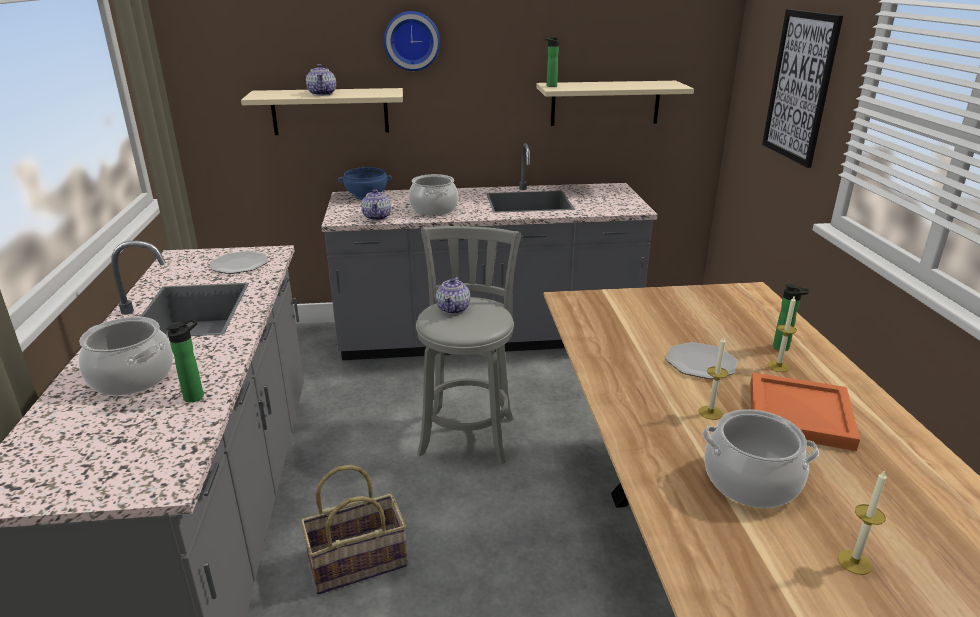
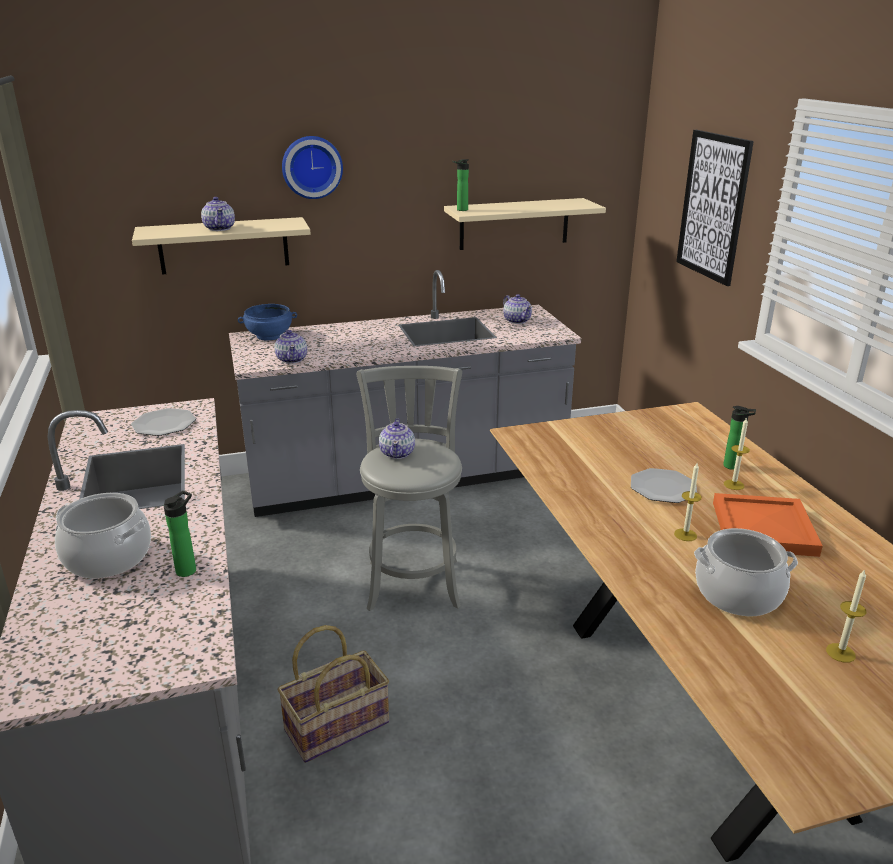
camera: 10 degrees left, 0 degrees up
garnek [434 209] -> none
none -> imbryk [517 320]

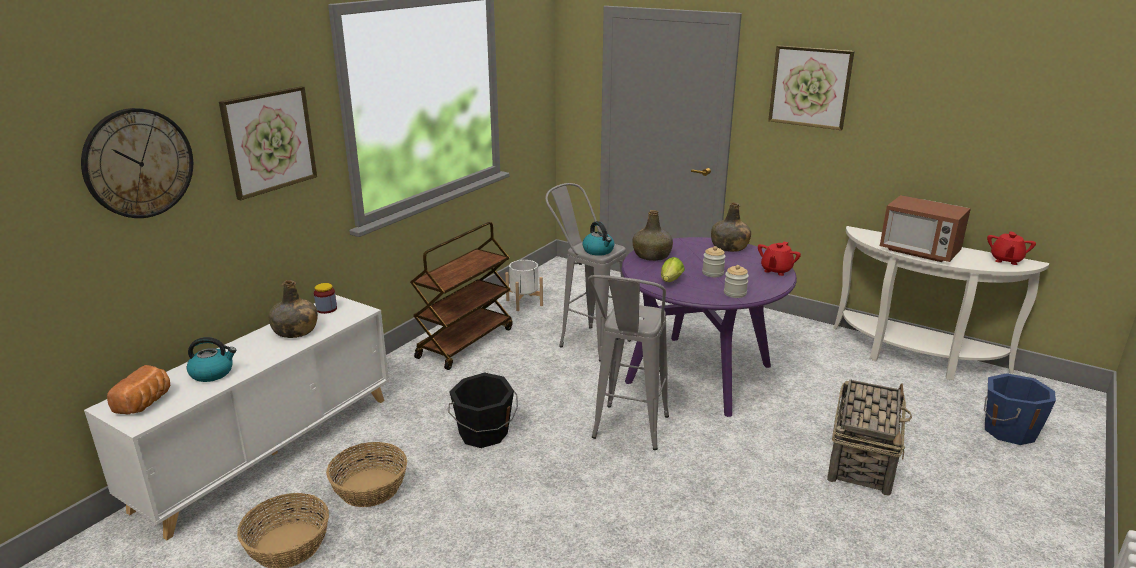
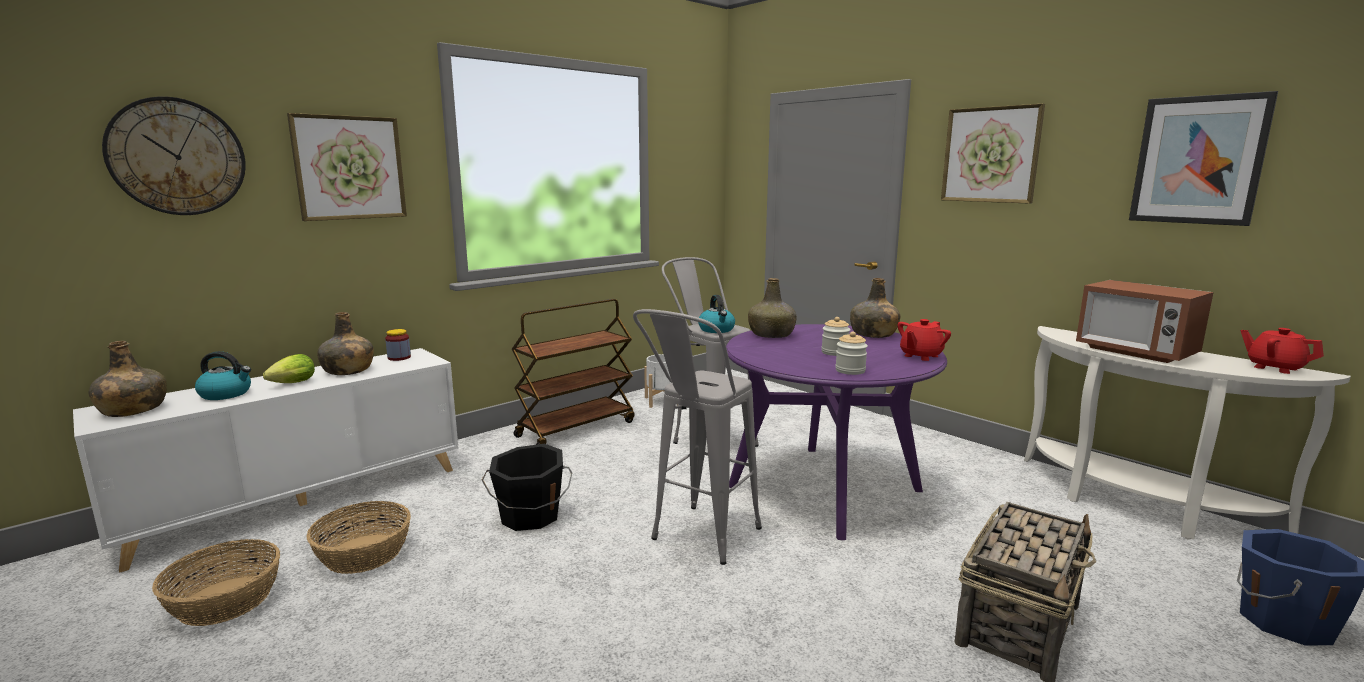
camera: 15 degrees right, 10 degrees down
chleb [146 403] -> butelka [zielony] [132 410]
sałata [670 282] -> sałata [290 384], moved
imbryk [czerwony] [1006 260] -> imbryk [czerwony] [1274 368], 105 degrees clockwise
none -> obraz [1198 160]

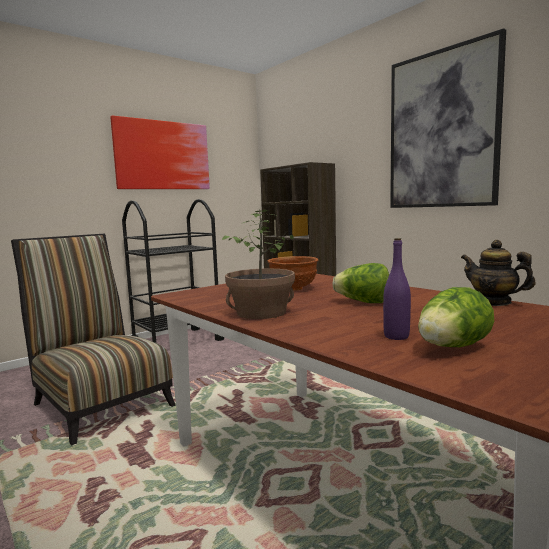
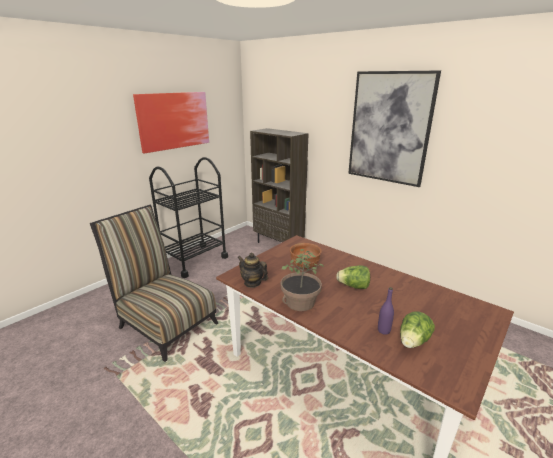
camera: 10 degrees left, 15 degrees up
imbryk [494 302] -> imbryk [252 283], moved

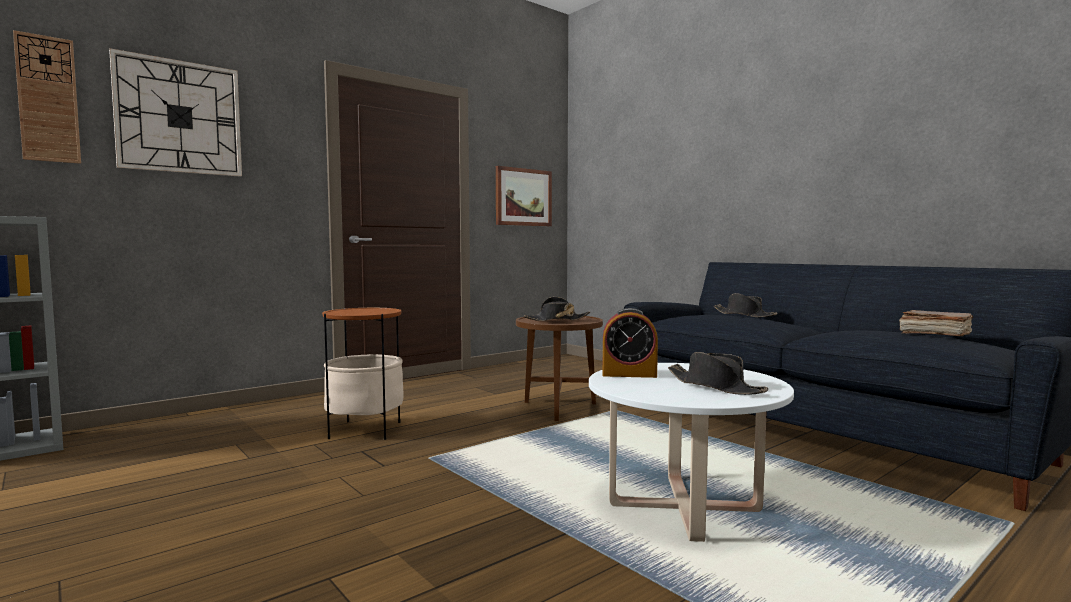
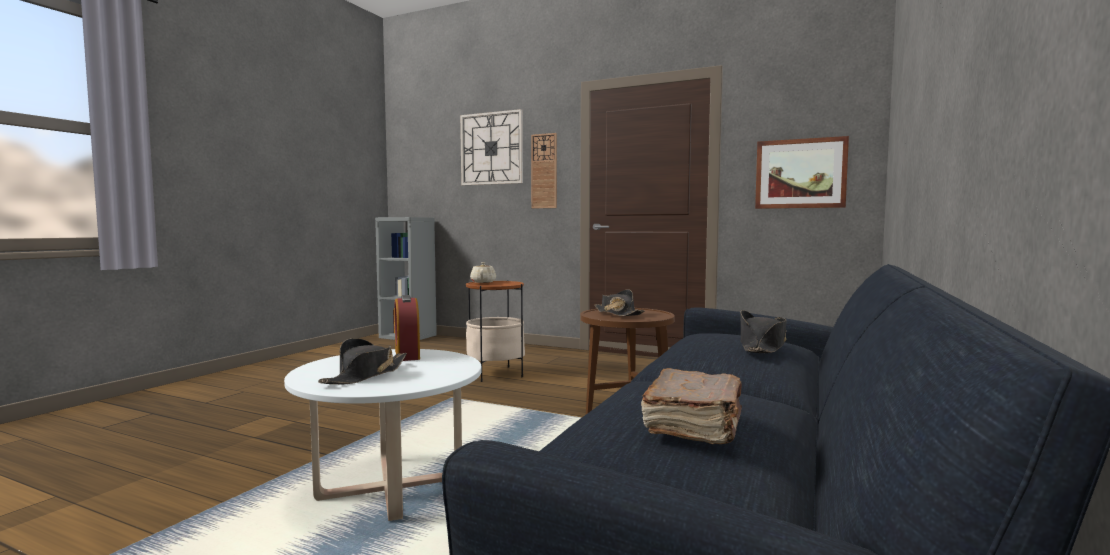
camera: 65 degrees right, 0 degrees up
zegar ścienny [48 99] -> zegar ścienny [544 171], moved
none -> imbryk [beżowy] [483 282]

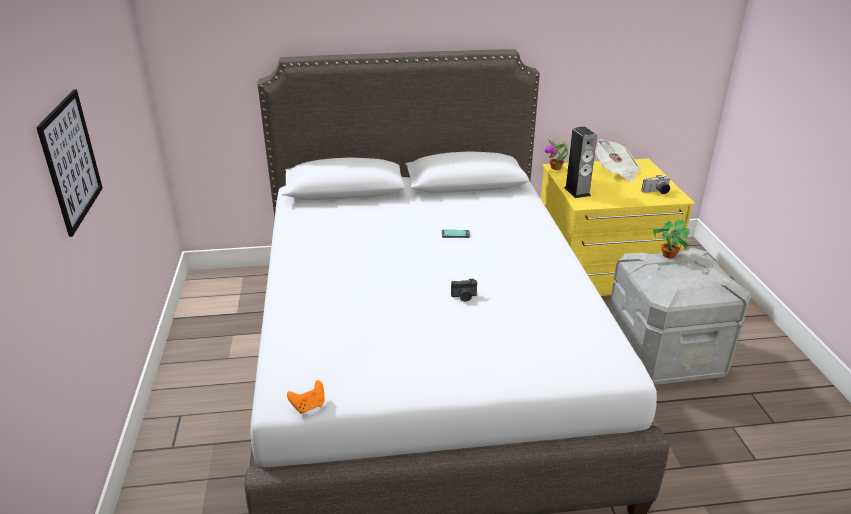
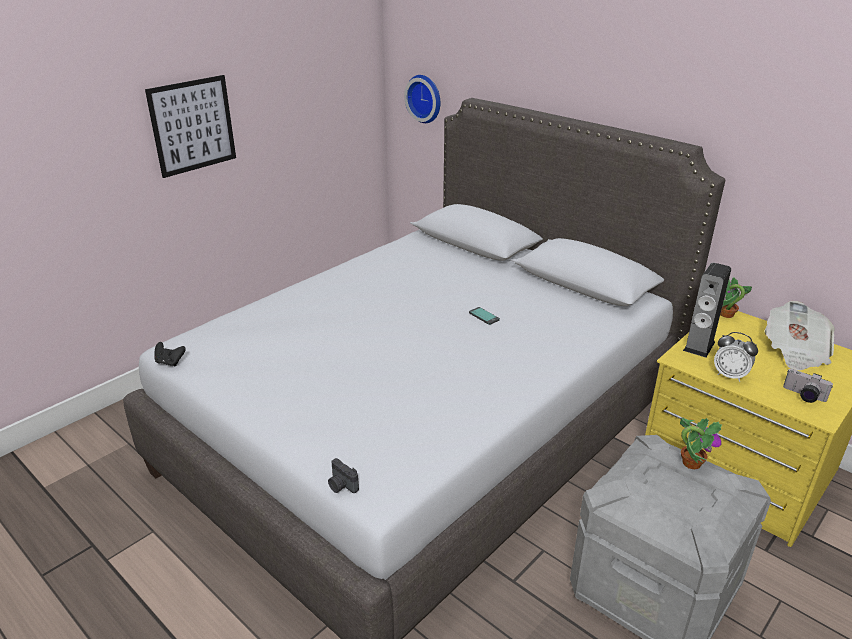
camera: 50 degrees right, 0 degrees up
pad do gier [pomarańczowy] [308 406] -> pad do gier [czarny] [170 362]
aparat fotograficzny [464 297] -> aparat fotograficzny [341 486], moved
none -> zegar ścienny [425 98]
none -> budzik [730 375]

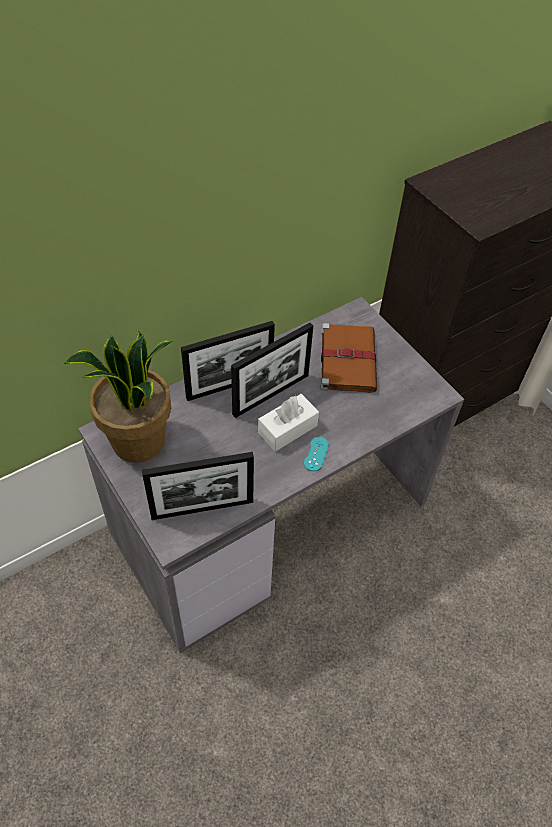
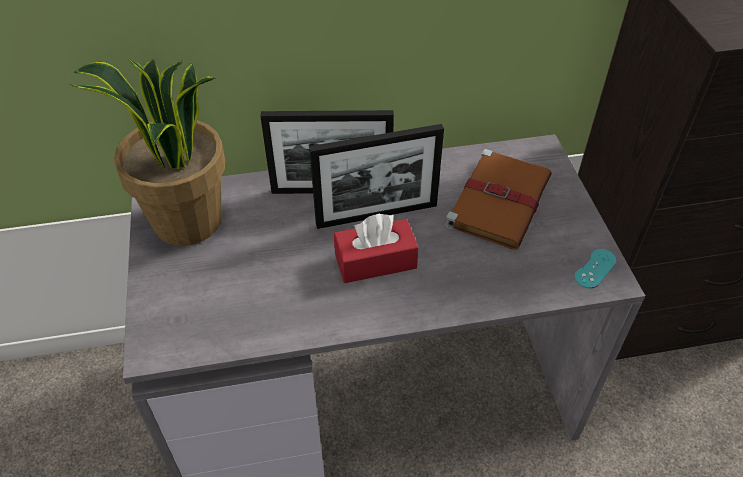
camera: 25 degrees right, 5 degrees down
ramka na zdjęcie [202 508] -> none
pudełko chusteczek [biały] [287 429] -> pudełko chusteczek [czerwony] [375 261]
pad do gier [turkusowy] [316 454] -> pad do gier [turkusowy] [595 268], moved

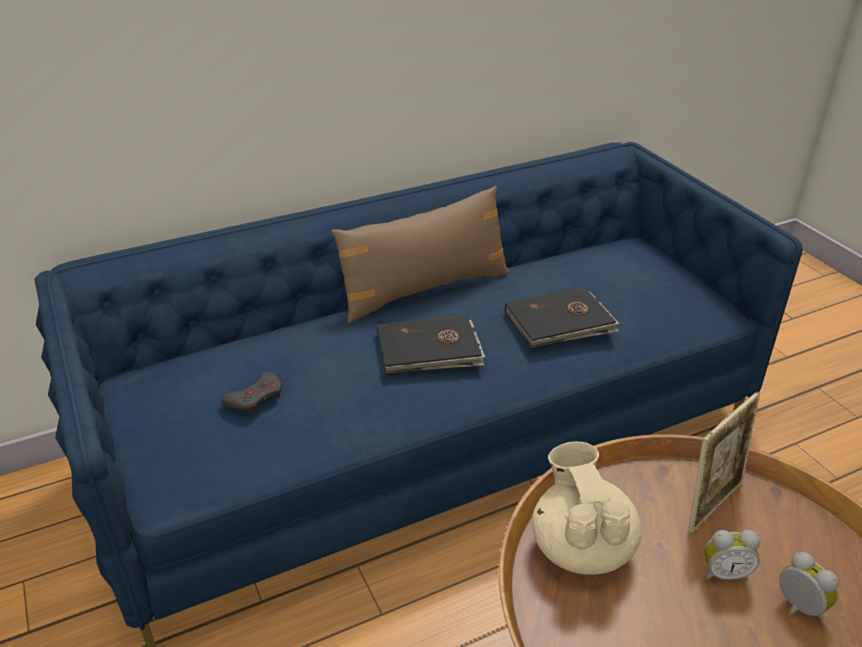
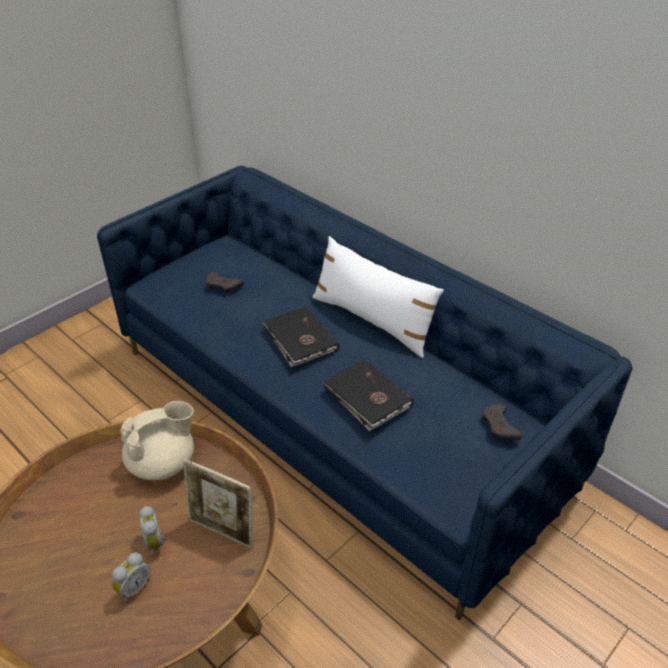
camera: 70 degrees right, 5 degrees up
poduszka [brązowy] [424 289] -> poduszka [biały] [372 320]
none -> pad do gier [szary] [499 426]

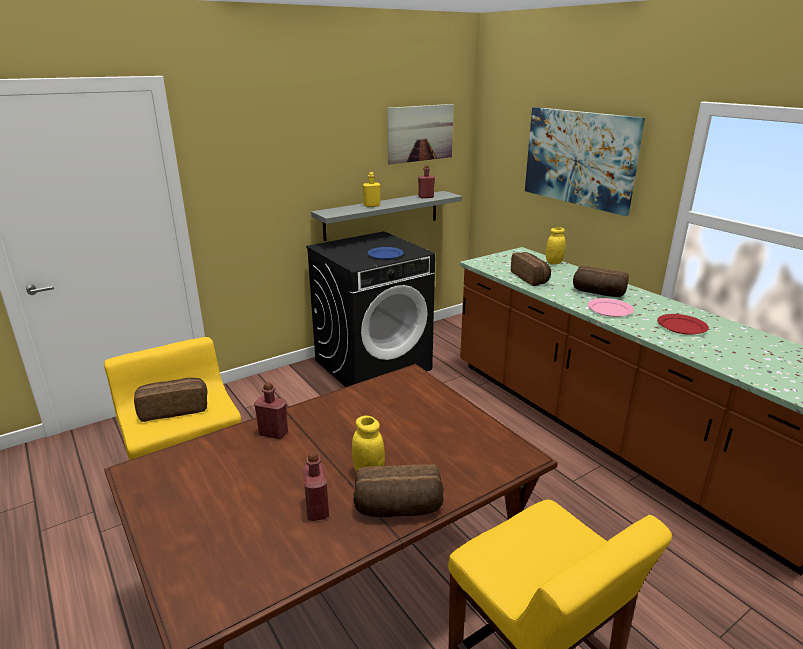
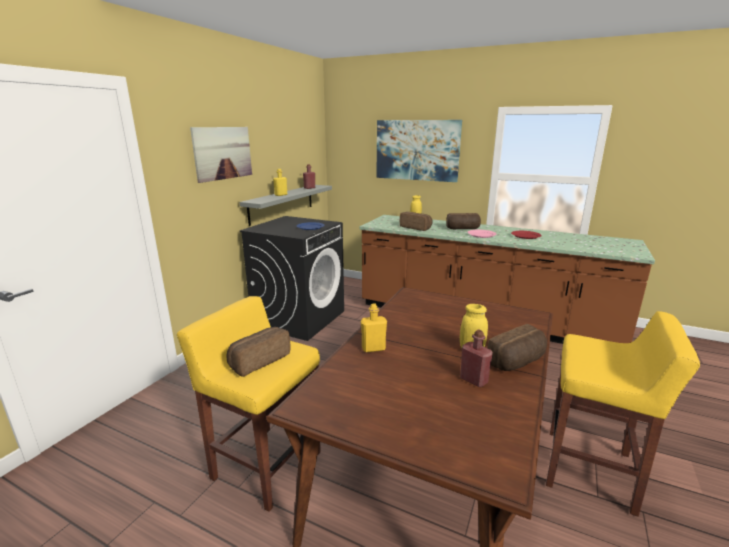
camera: 30 degrees left, 5 degrees down
butelka [czerwony] [273 433] -> butelka [żółty] [373 348]
obraz [420 133] -> obraz [223 153], moved

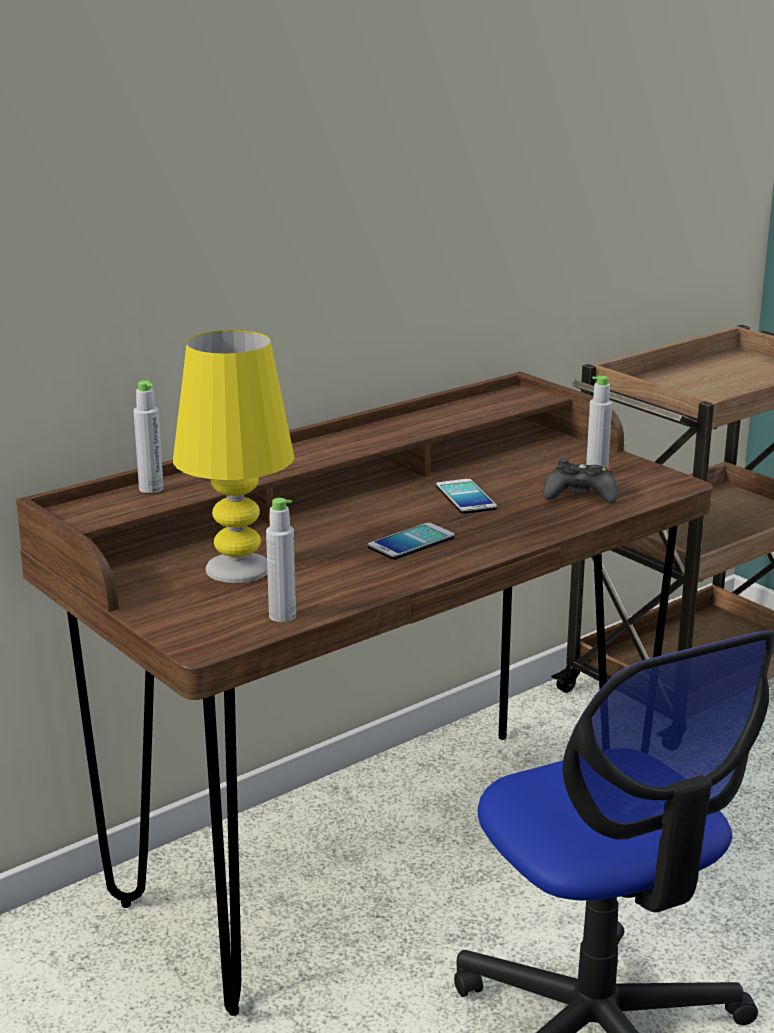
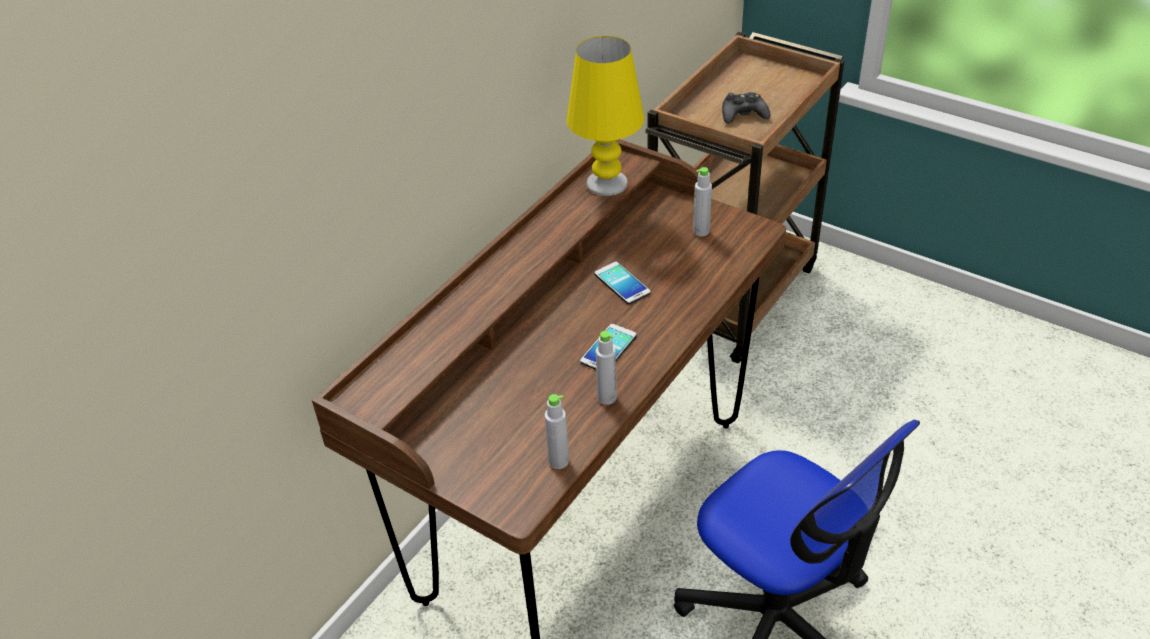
camera: 15 degrees left, 20 degrees up
butelka [szary] [151 489] -> butelka [szary] [607 397], moved
lampa stołowa [żółty] [239 569] -> lampa stołowa [żółty] [607 183], moved
pad do gier [czarny] [580 495] -> pad do gier [czarny] [743 114], moved

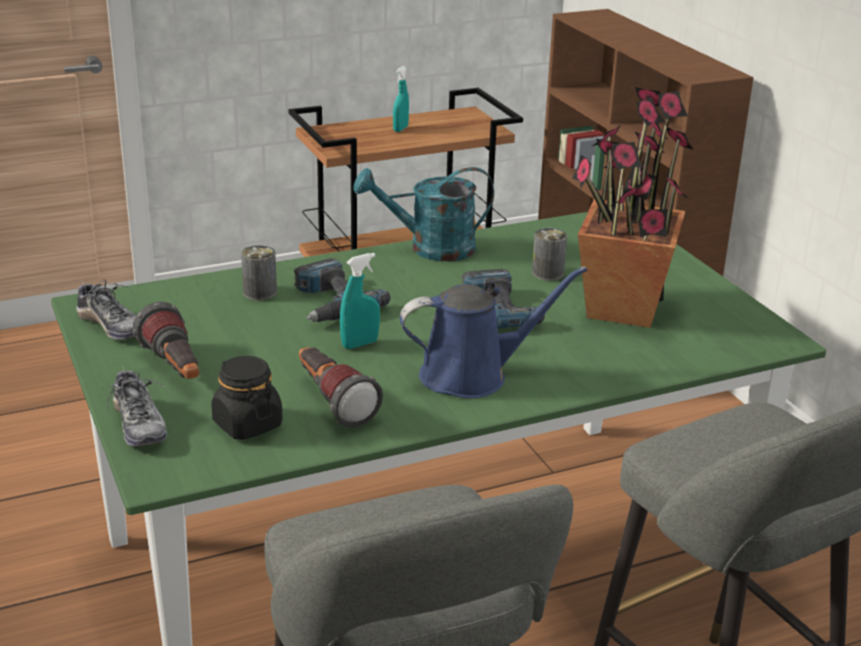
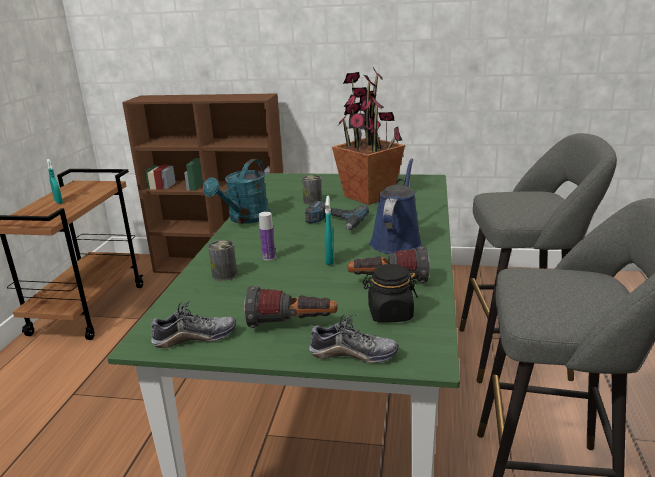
camera: 55 degrees left, 5 degrees down
wiertarka [330 302] -> butelka [269 257]

